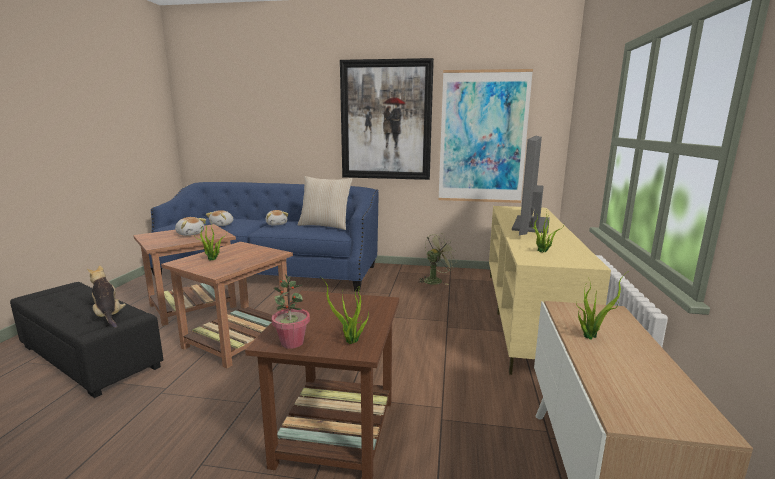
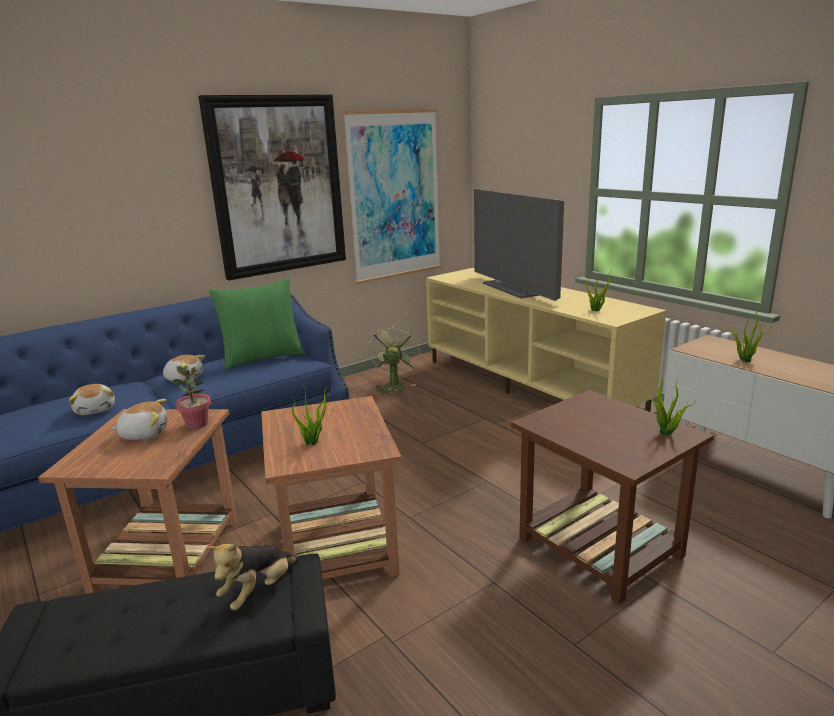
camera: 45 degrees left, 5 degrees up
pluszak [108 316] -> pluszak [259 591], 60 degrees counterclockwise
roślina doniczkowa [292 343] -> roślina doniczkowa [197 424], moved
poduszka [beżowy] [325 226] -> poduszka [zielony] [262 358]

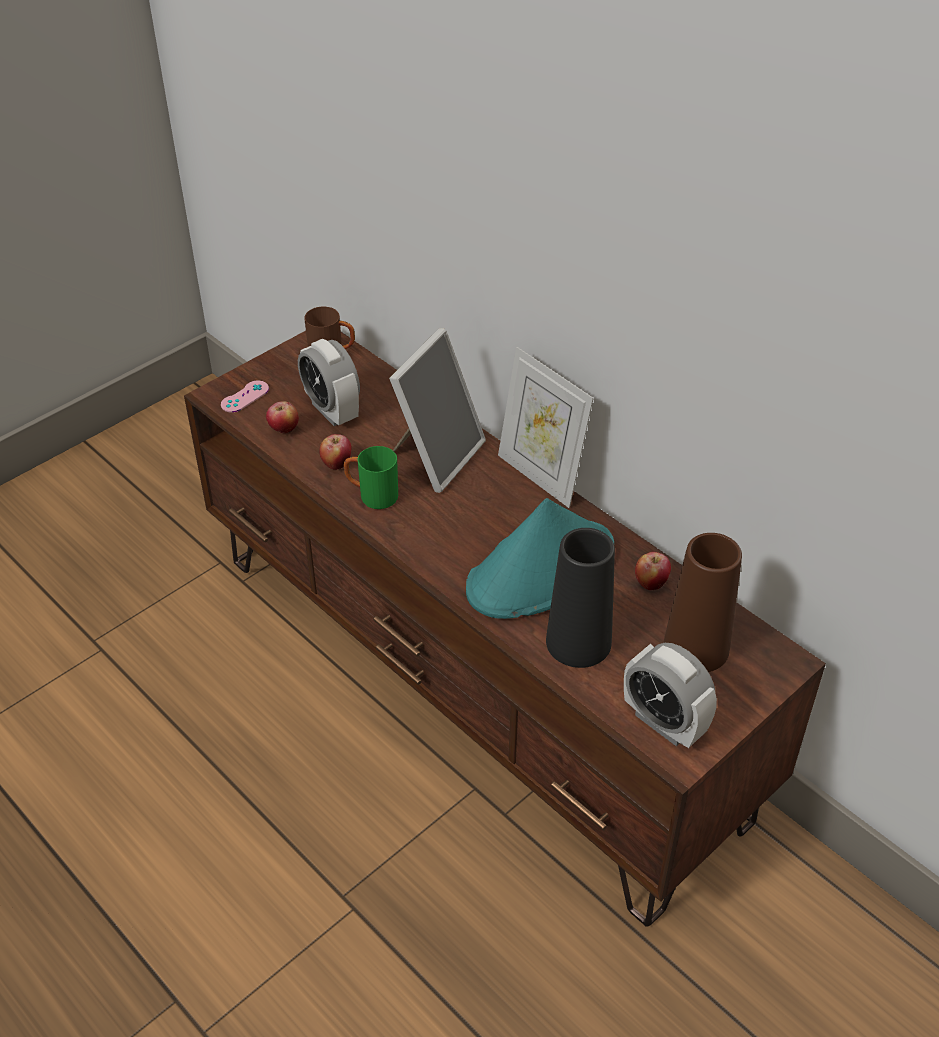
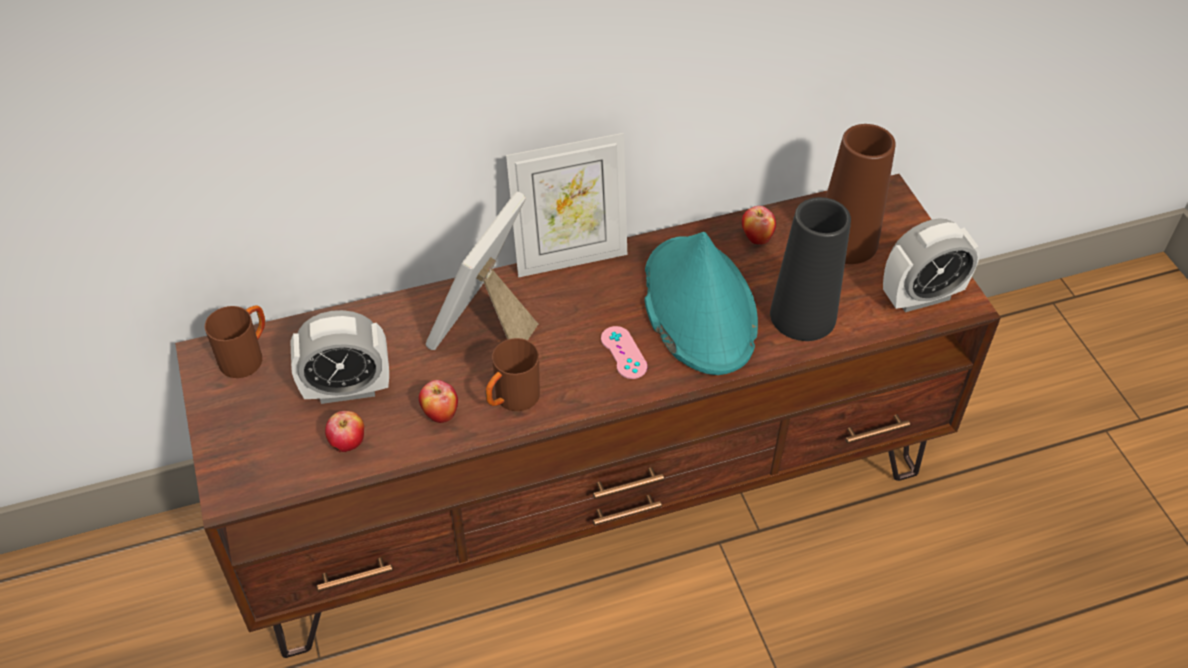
camera: 65 degrees left, 5 degrees up
pad do gier [różowy] [245 397] -> pad do gier [różowy] [623 353], moved
kubek [zielony] [372 495] -> kubek [brązowy] [511 400]
ramka na zdjęcie [435 456] -> ramka na zdjęcie [485 326], 120 degrees counterclockwise

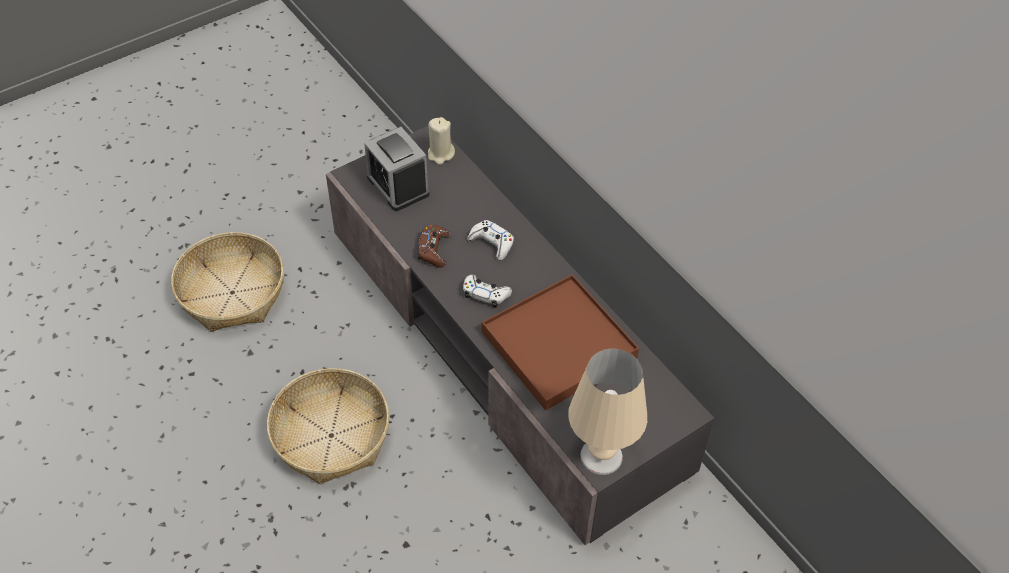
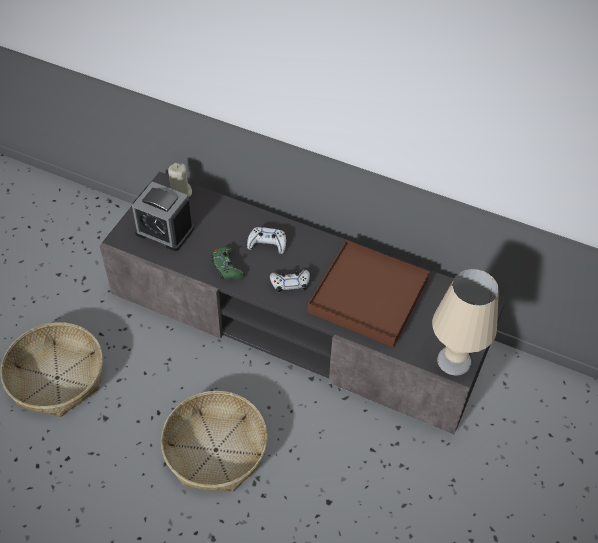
camera: 30 degrees left, 0 degrees up
pad do gier [brązowy] [433 250] -> pad do gier [zielony] [227 267]

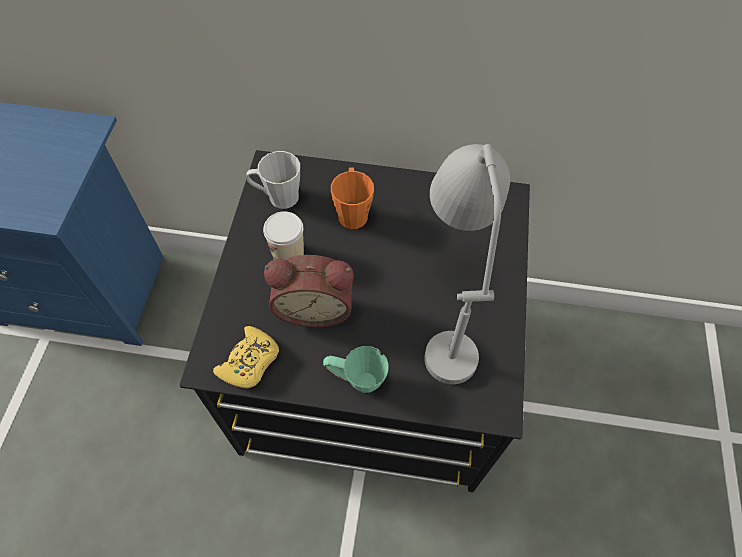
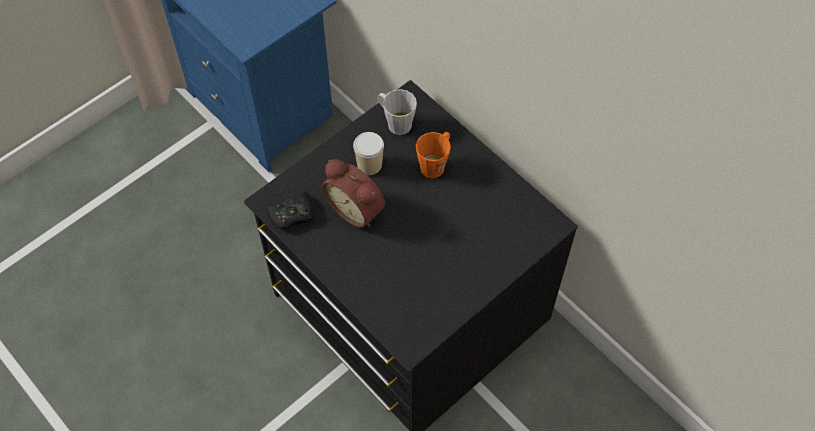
camera: 40 degrees right, 0 degrees up
pad do gier [żółty] [250 362] -> pad do gier [czarny] [292 215]
kubek [zielony] [355 380] -> none
lampa stołowa [szary] [450 306] -> none

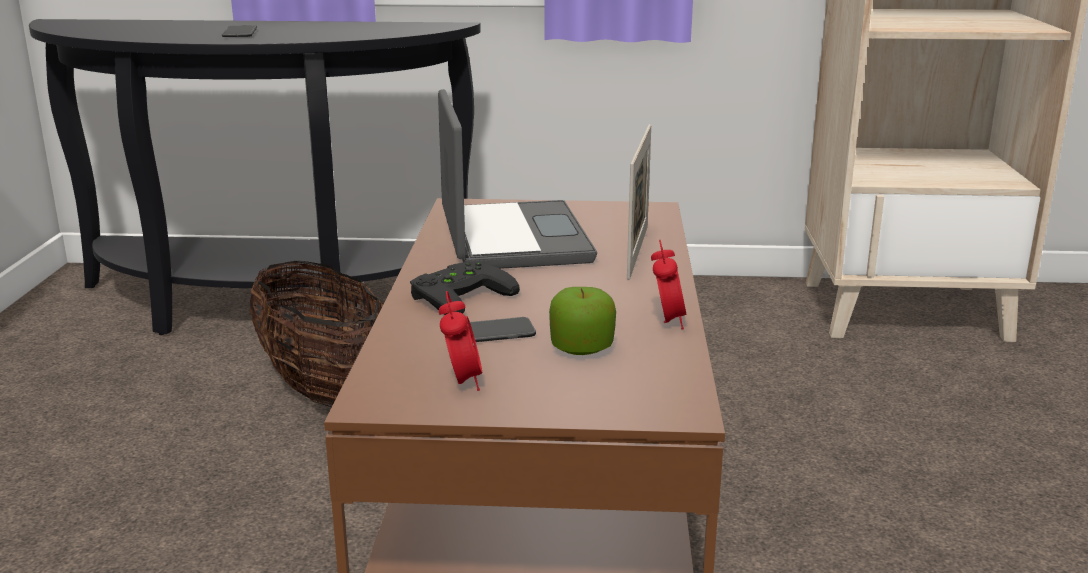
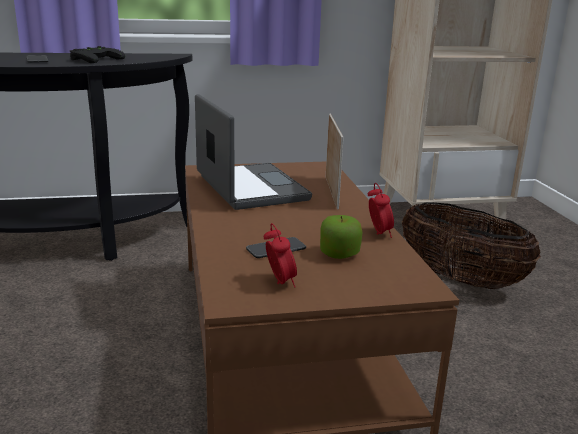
camera: 15 degrees left, 0 degrees up
koszyk [326 391] -> koszyk [461 279], moved
pad do gier [czarny] [458 295] -> pad do gier [czarny] [94 59], moved

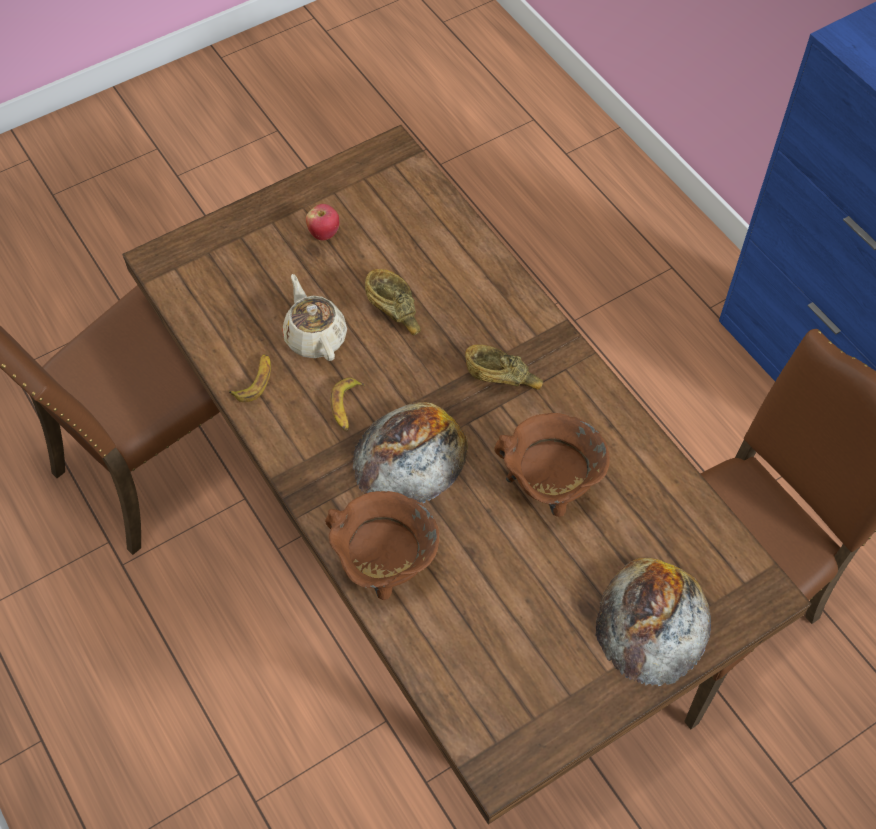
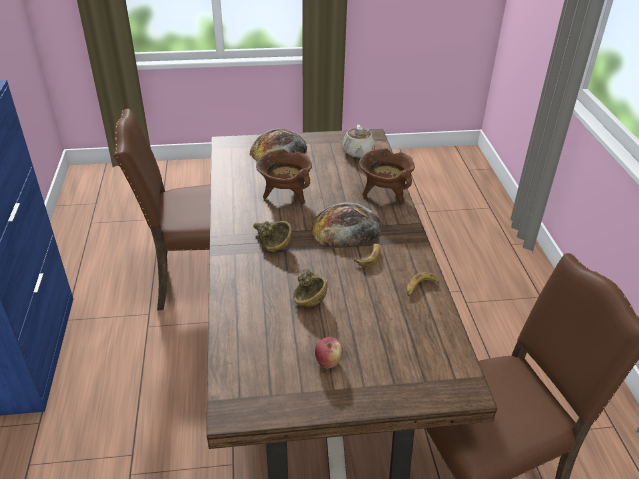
camera: 155 degrees left, 20 degrees down
imbryk [beżowy] [315 336] -> imbryk [beżowy] [358 152], moved

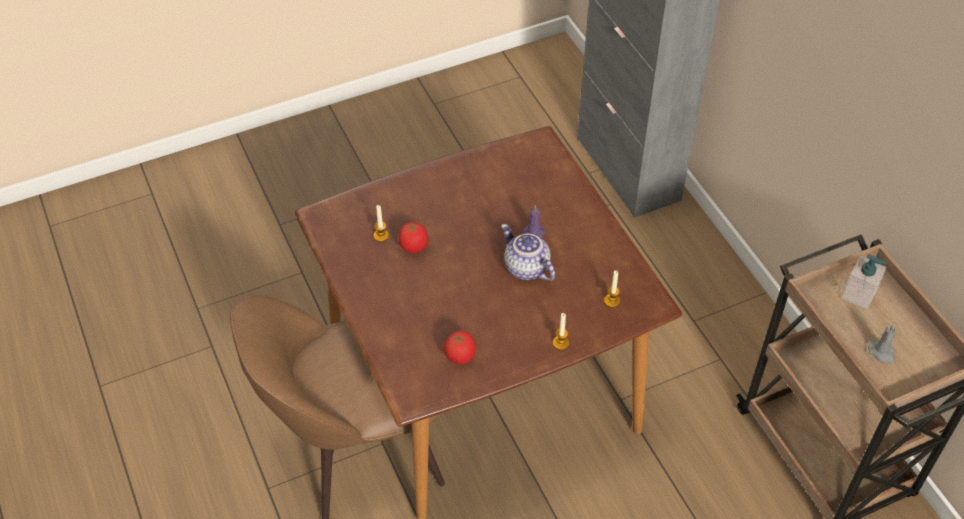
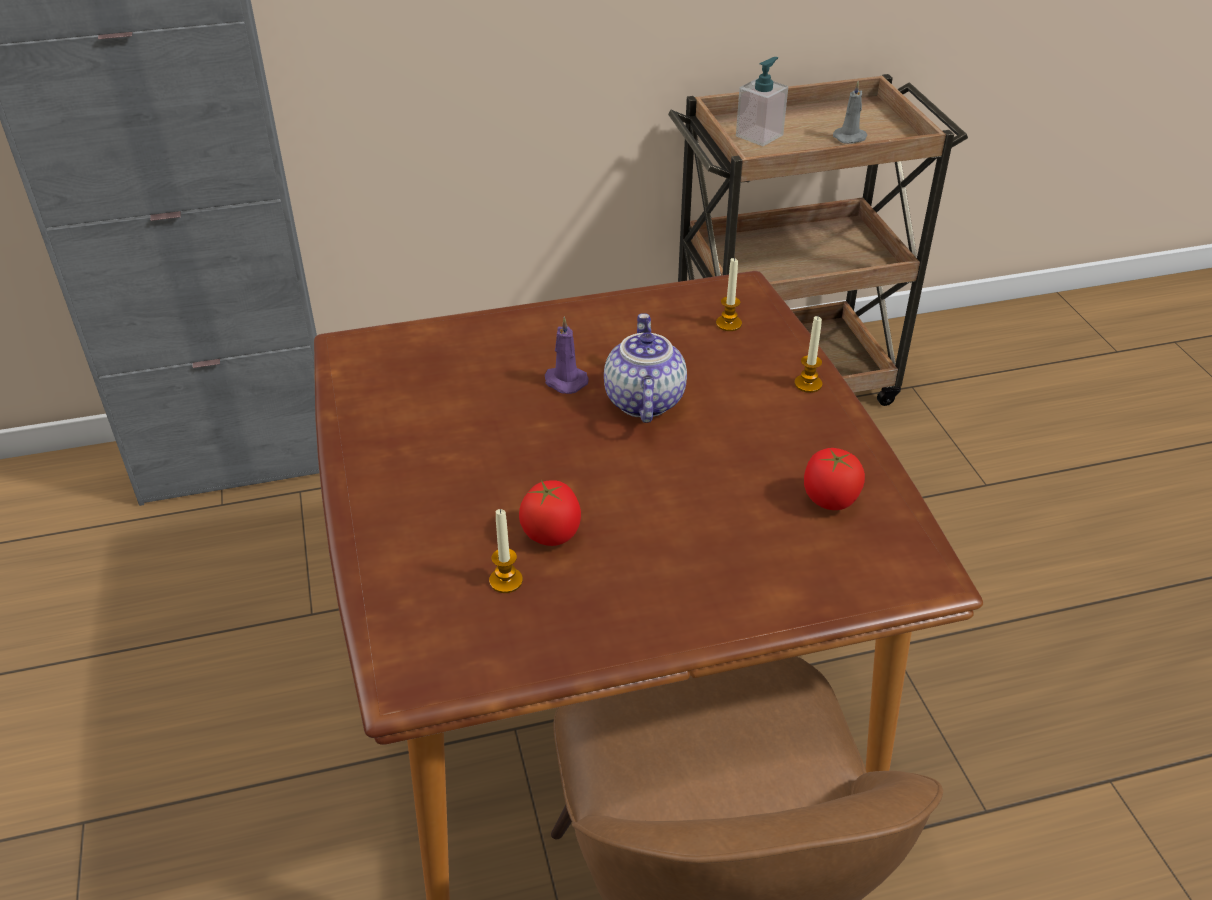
camera: 80 degrees left, 10 degrees down
imbryk [525 268] -> imbryk [642 400], 120 degrees clockwise

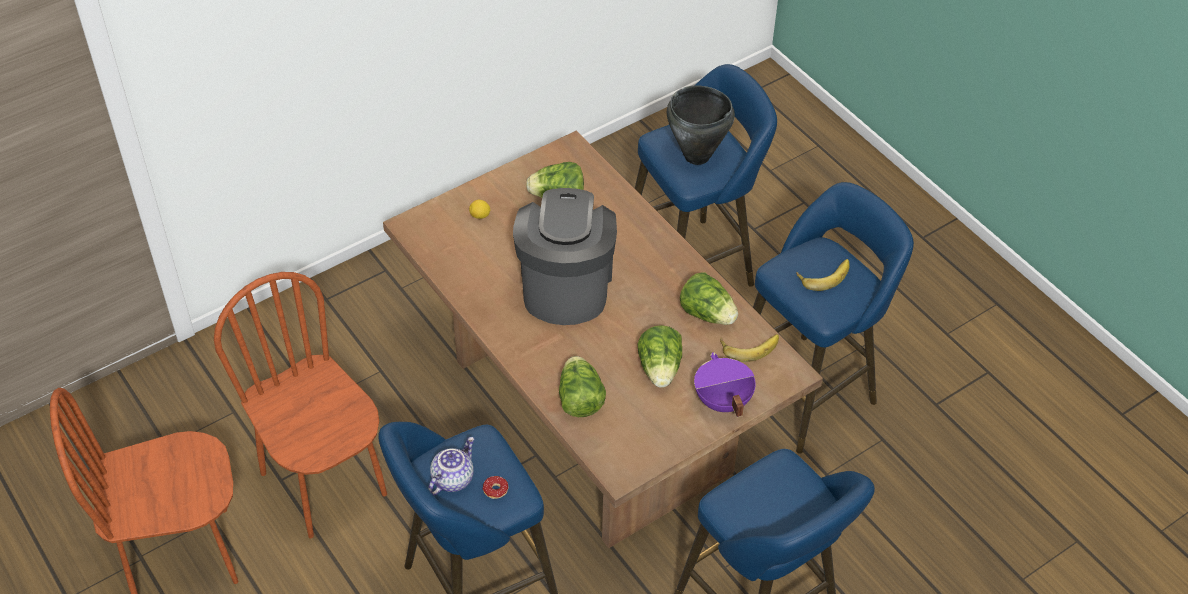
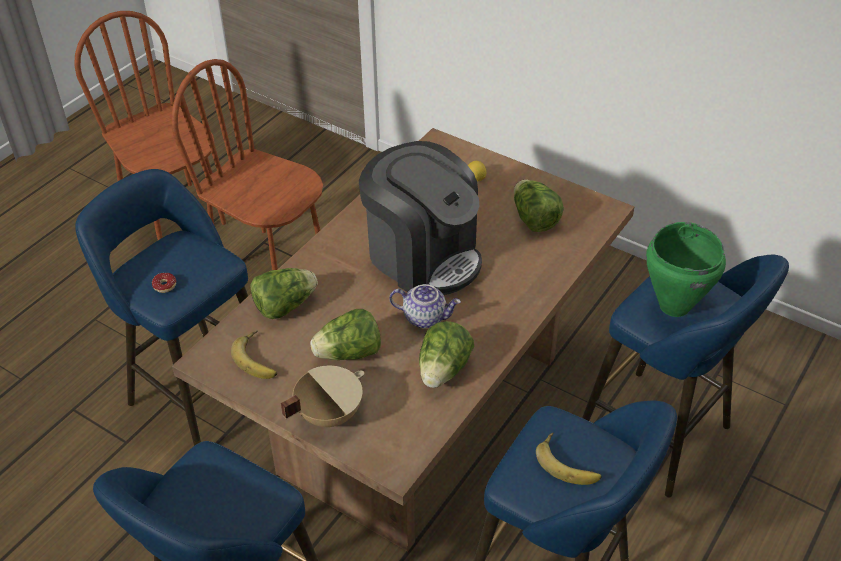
camera: 70 degrees right, 5 degrees down
krzesło [brązowy] [325 483] -> krzesło [brązowy] [270 266], 90 degrees counterclockwise
imbryk [452 478] -> imbryk [425 317], moved
ekspres do kawy [565 285] -> ekspres do kawy [423 256], 60 degrees clockwise
garnek [czarny] [697 156] -> garnek [zielony] [673 306]
garnek [fioletowy] [721 401] -> garnek [beżowy] [328 414]
banan [749 346] -> banan [259 358], moved

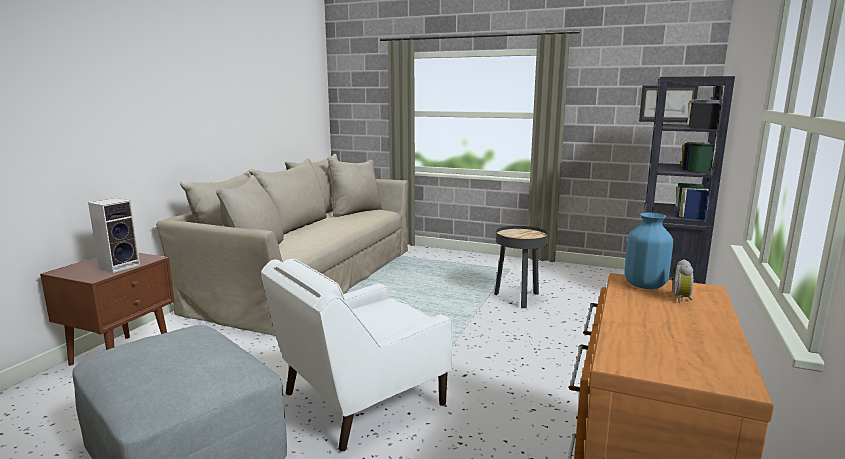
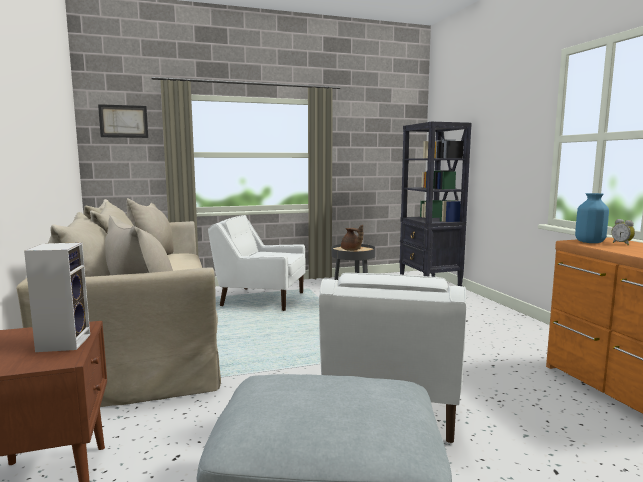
camera: 40 degrees left, 5 degrees down
obraz [667 103] -> obraz [123 121], moved
none -> fotel [biały] [261 299]
none -> imbryk [brązowy] [351 250]

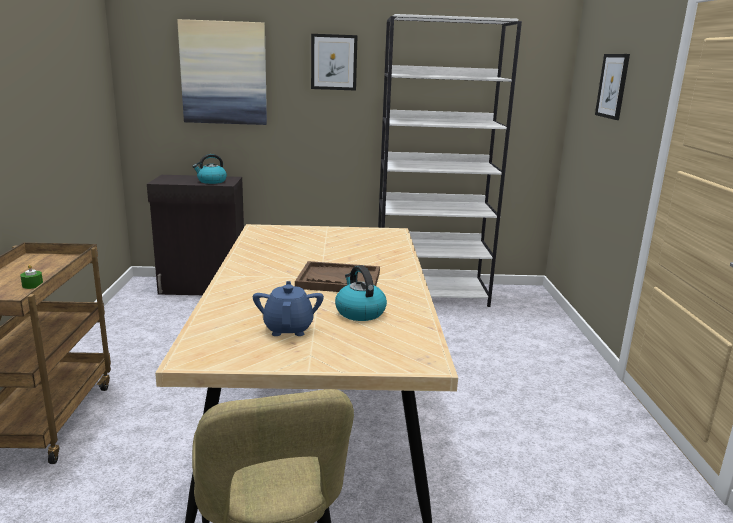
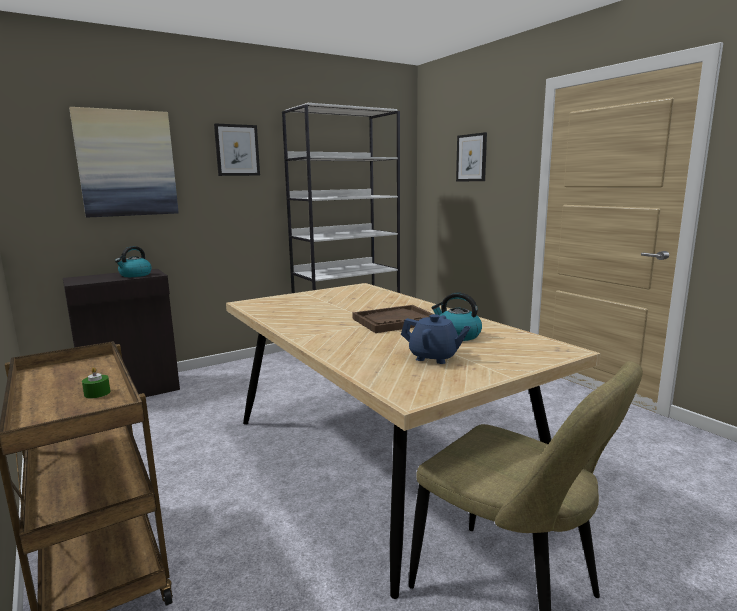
camera: 30 degrees left, 5 degrees down
imbryk [niebieski] [288 328] -> imbryk [niebieski] [434 357], 150 degrees clockwise

